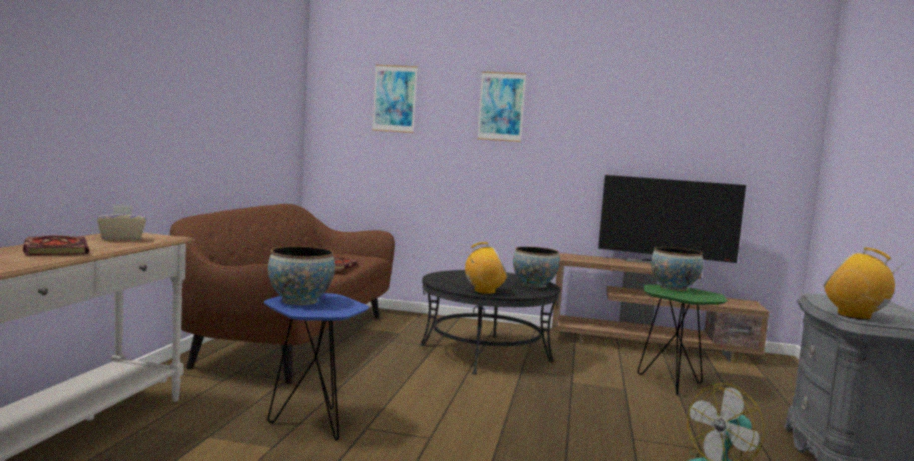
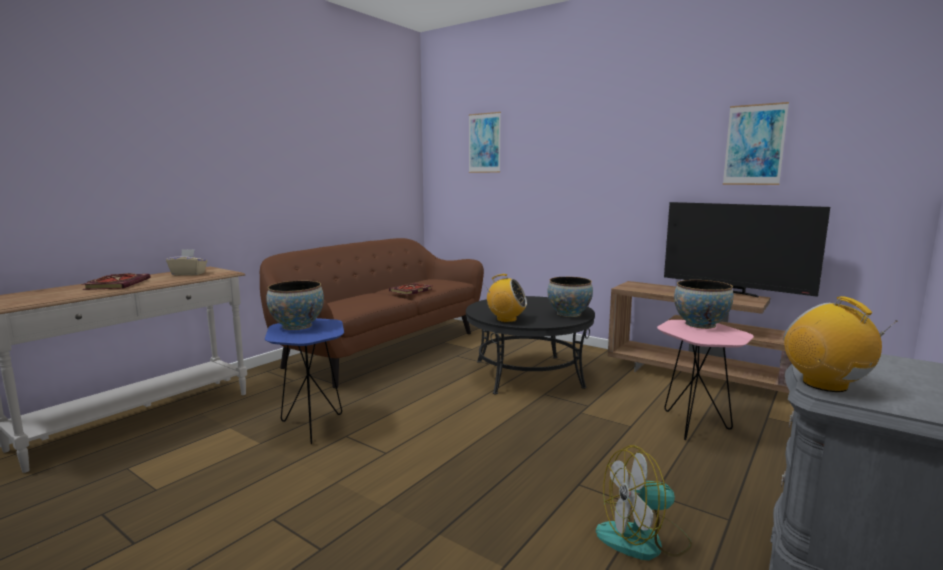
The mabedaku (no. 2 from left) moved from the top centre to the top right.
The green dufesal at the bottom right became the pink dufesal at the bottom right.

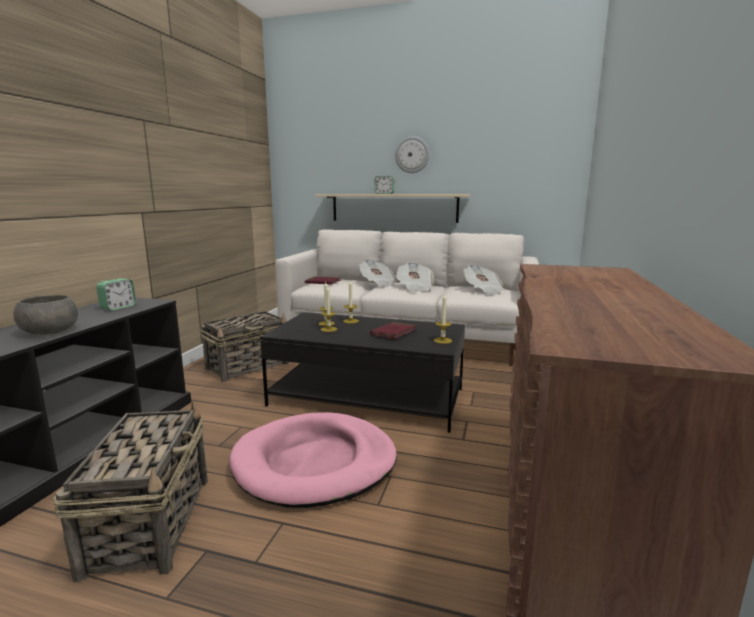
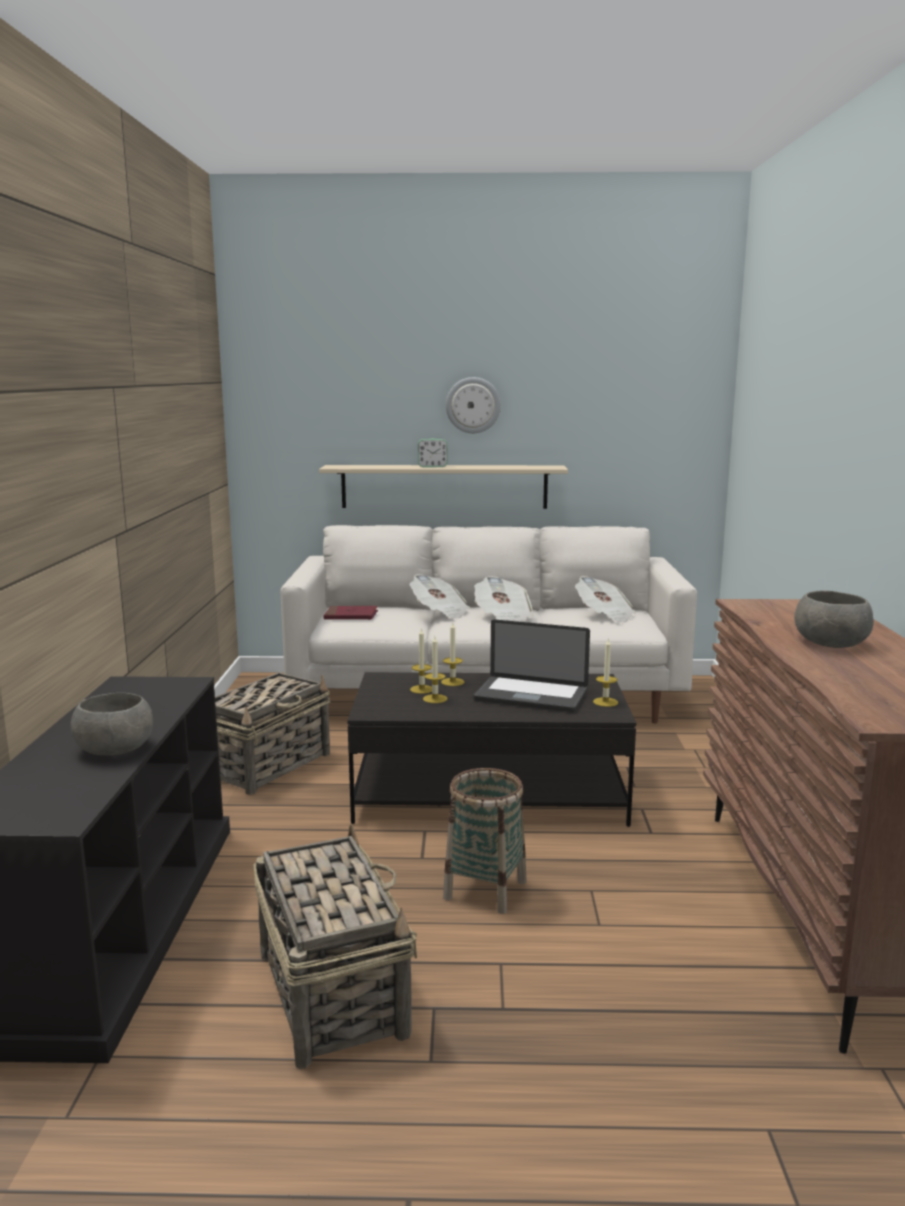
The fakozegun (no. 1 from left) at the middle left disappeared.
The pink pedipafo at the bottom centre was replaced by the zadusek (no. 3 from left) at the bottom centre.
The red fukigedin (no. 2 from left) at the centre was replaced by the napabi at the centre.
The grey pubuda (no. 2 from left) at the middle right appeared.

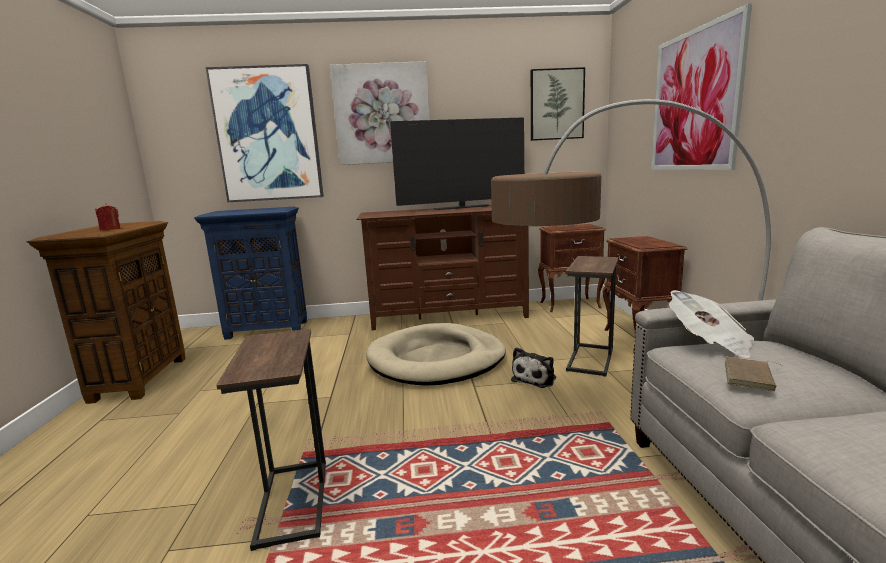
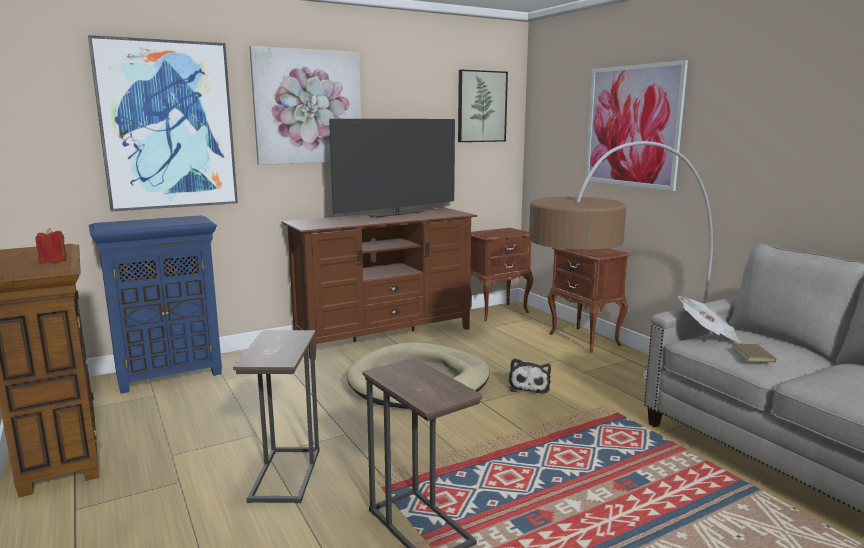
The brown dufesal (no. 2 from left in the first image) moved from the middle right to the bottom left.

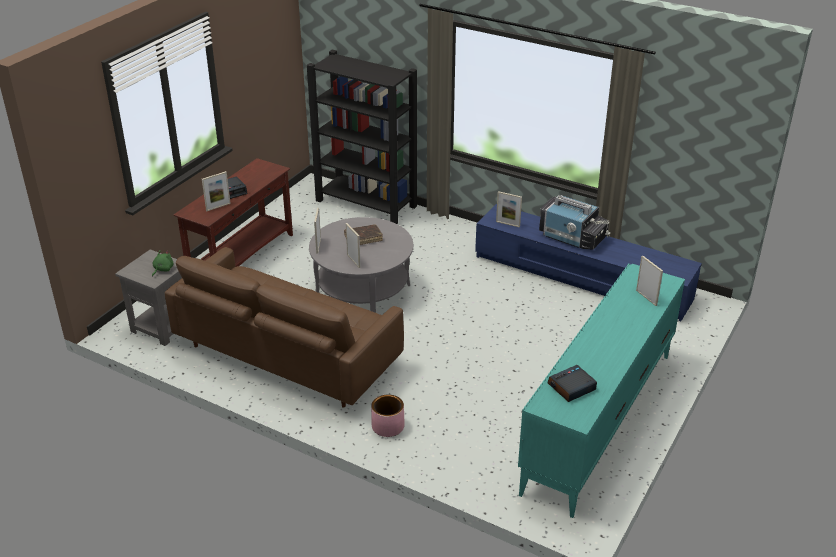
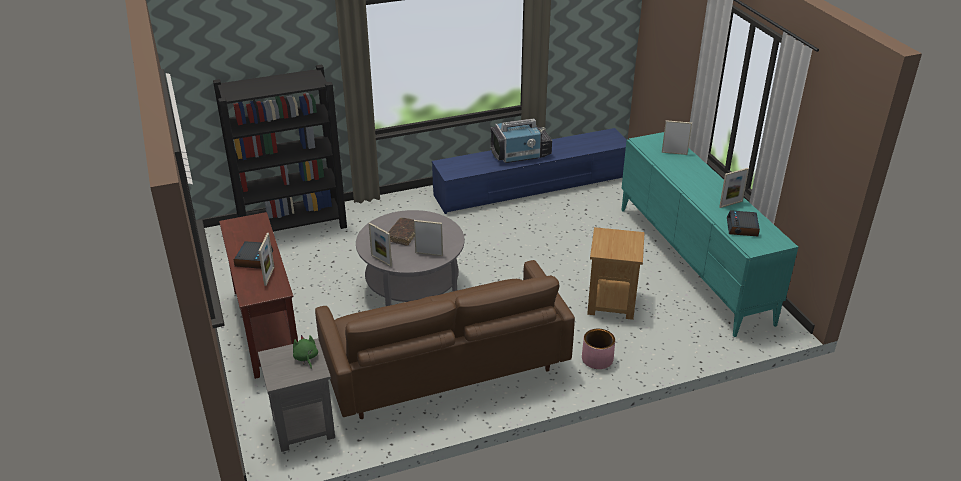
The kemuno (no. 4 from left in the first image) moved from the centre to the middle right.
The brown dufesal at the centre appeared.

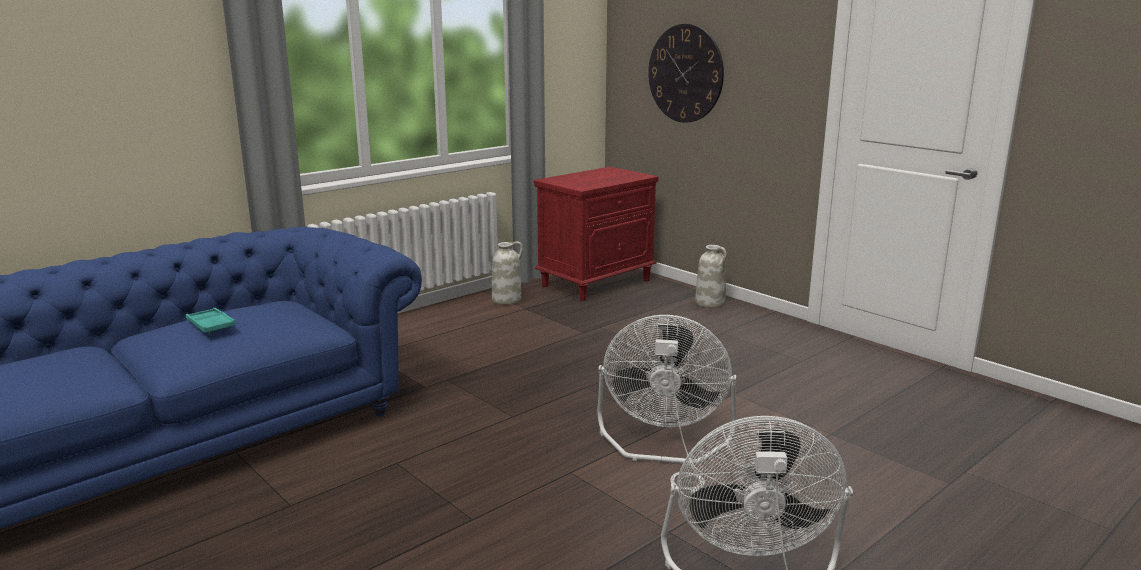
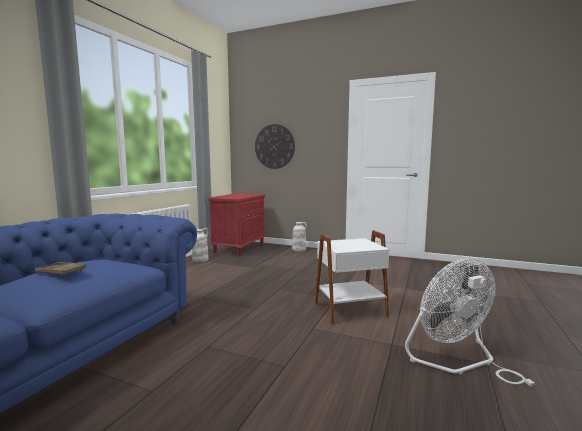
The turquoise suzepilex at the middle left became the brown suzepilex at the middle left.
The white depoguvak (no. 1 from left) at the bottom centre was replaced by the white dufesal at the centre.

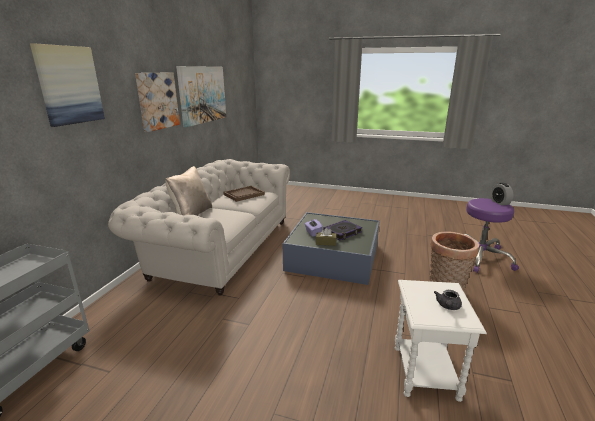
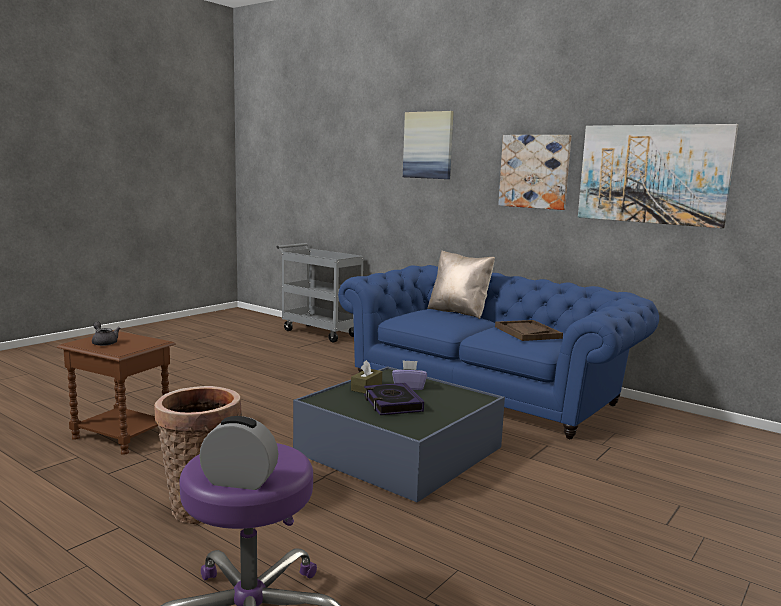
The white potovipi at the centre became the blue potovipi at the centre.
The white dufesal at the bottom right became the brown dufesal at the middle left.

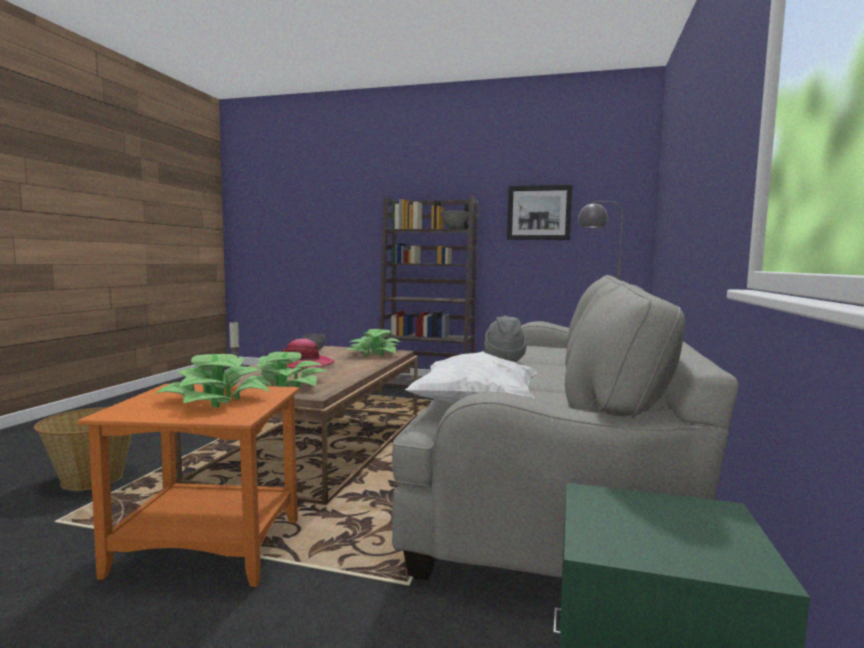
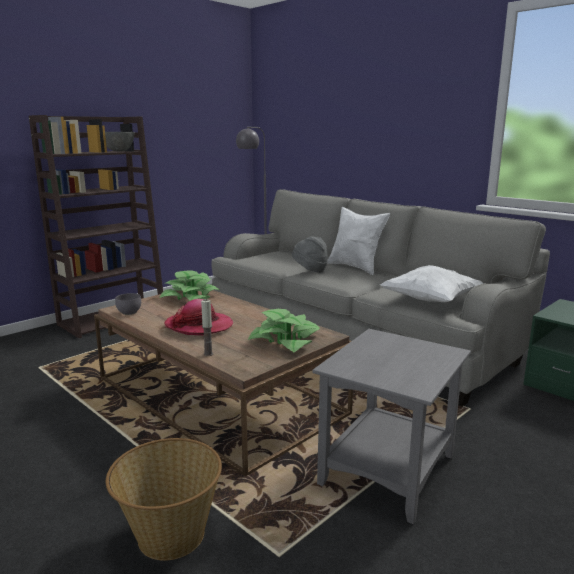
The orange dufesal at the bottom left became the grey dufesal at the bottom right.
The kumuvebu (no. 1 from left) at the middle left disappeared.
The mabedaku at the top centre disappeared.
The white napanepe (no. 1 from left) at the centre appeared.

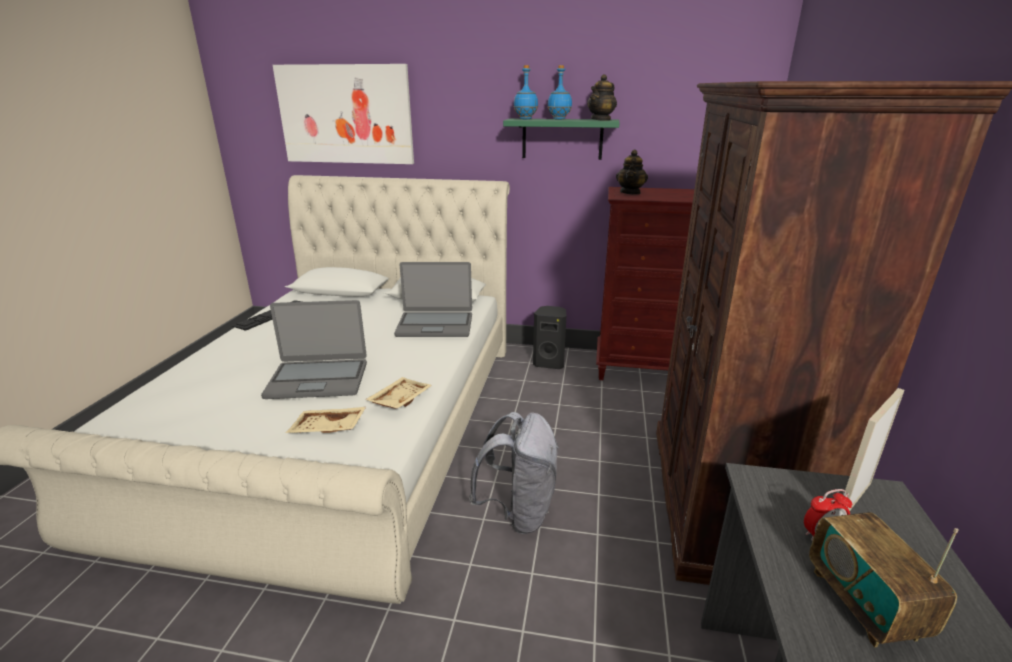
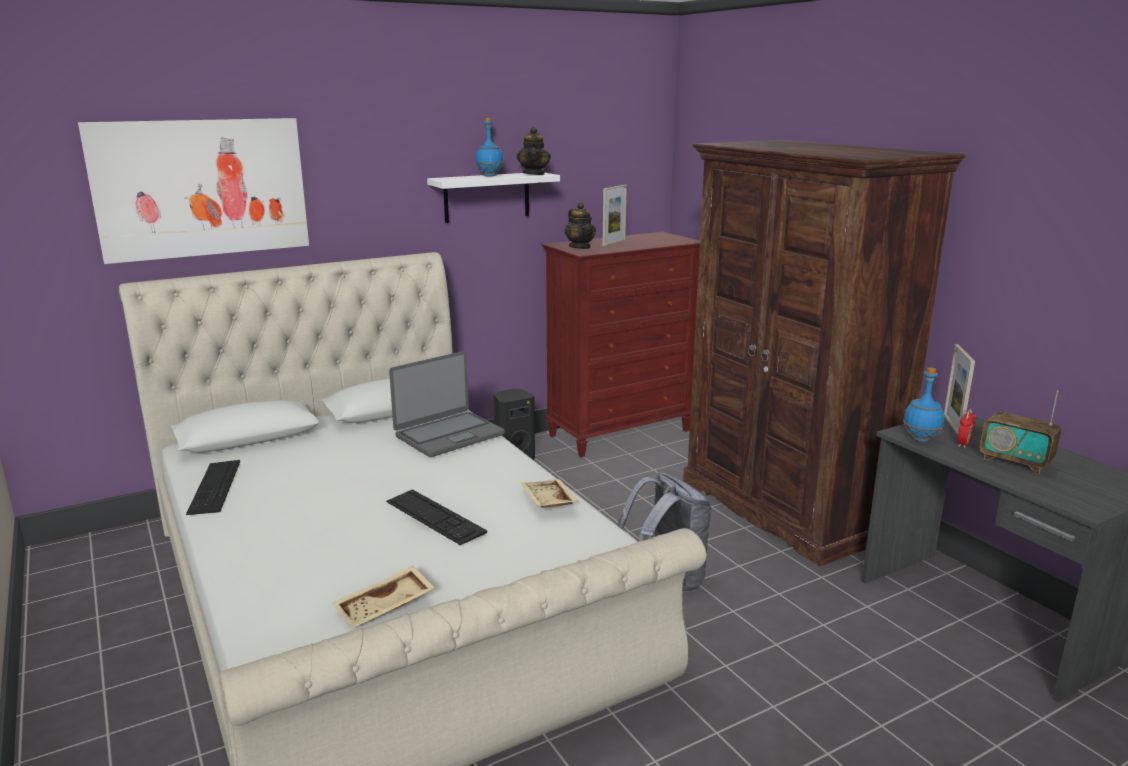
The napabi (no. 1 from left) at the middle left was replaced by the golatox (no. 2 from left) at the bottom centre.
The beige suzepilex (no. 1 from left) moved from the middle left to the bottom centre.
The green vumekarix at the top centre became the white vumekarix at the top centre.
The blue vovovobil (no. 1 from left in the first image) moved from the top centre to the middle right.
The kemuno (no. 1 from left) at the top centre appeared.

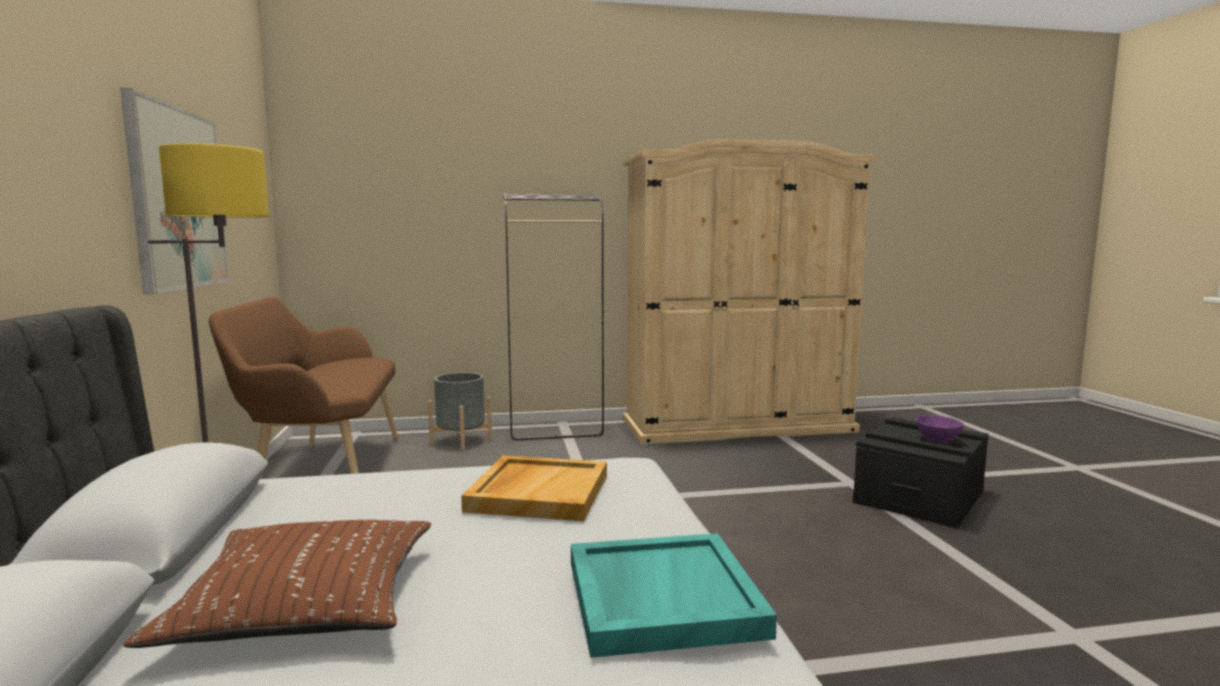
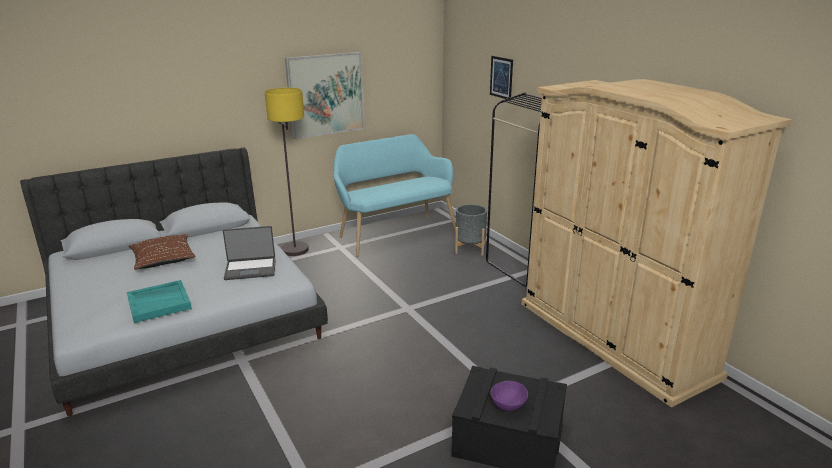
The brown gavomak at the middle left became the turquoise gavomak at the centre.
The beige suzepilex at the bottom centre was replaced by the napabi at the middle left.
The mabedaku (no. 2 from left) at the top centre appeared.

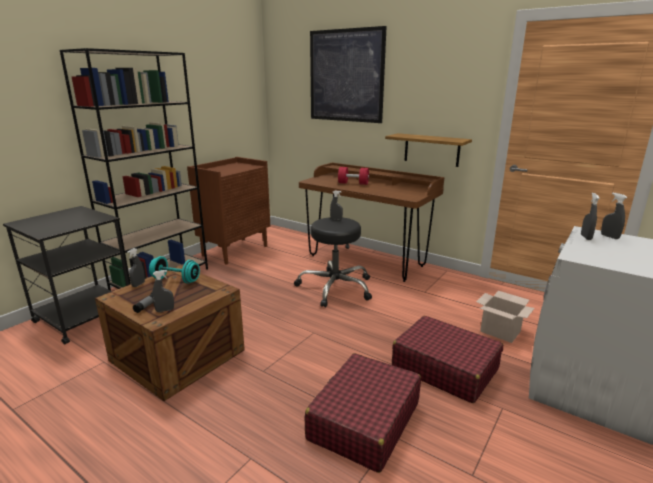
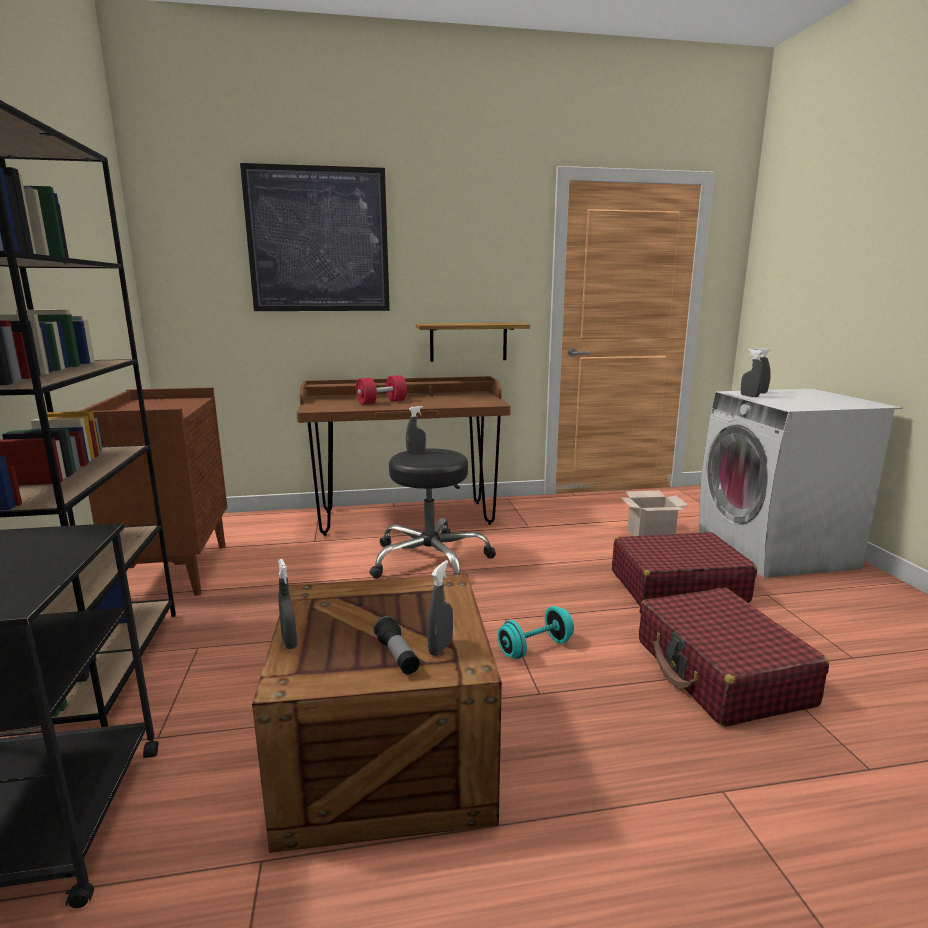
The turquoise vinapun moved from the middle left to the bottom centre.

